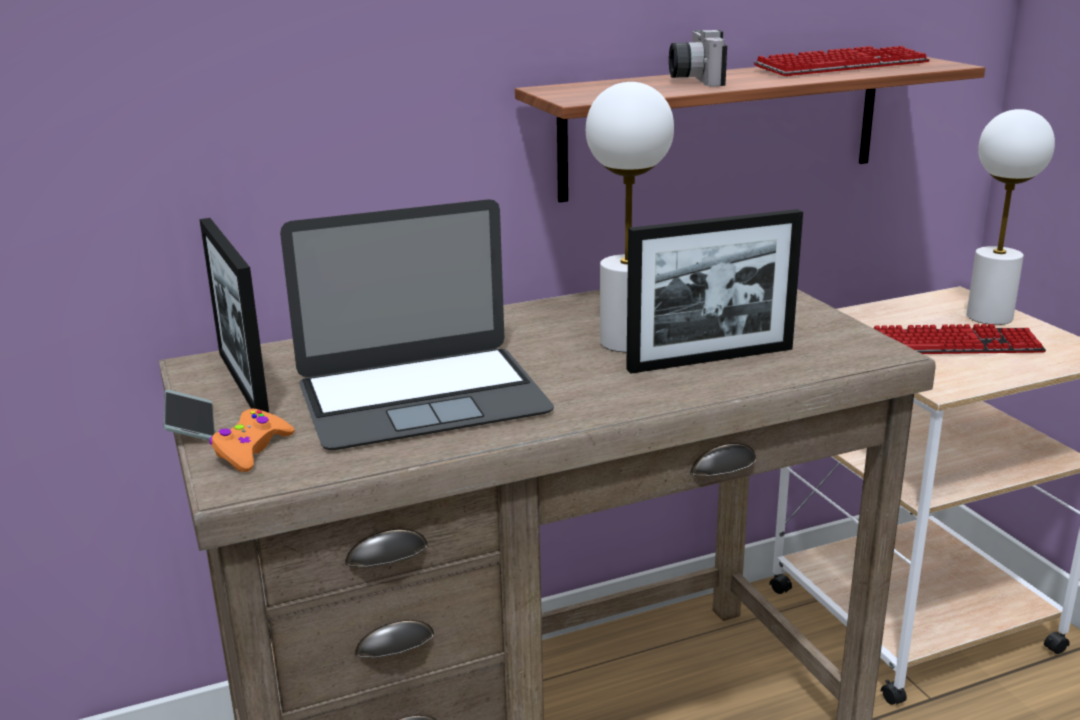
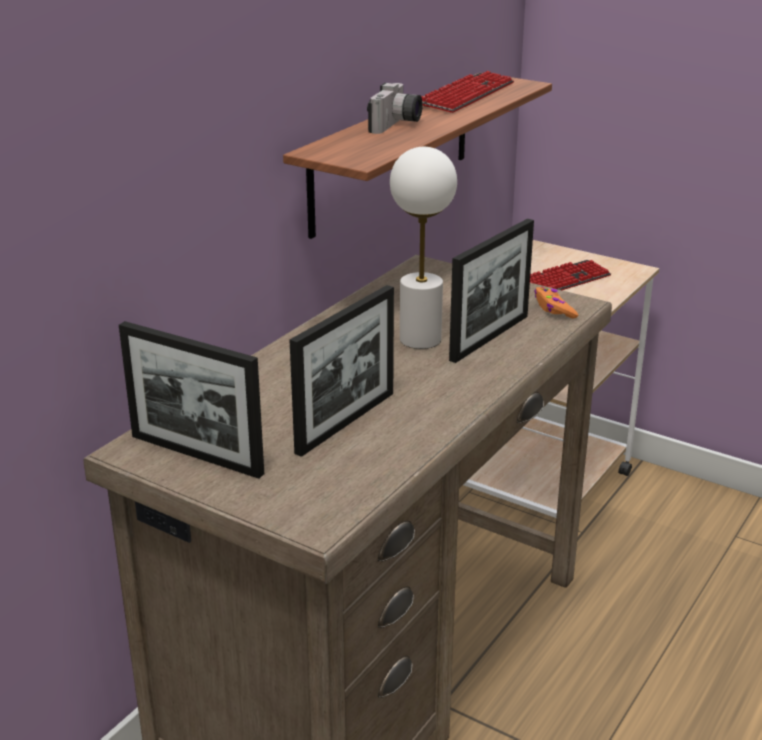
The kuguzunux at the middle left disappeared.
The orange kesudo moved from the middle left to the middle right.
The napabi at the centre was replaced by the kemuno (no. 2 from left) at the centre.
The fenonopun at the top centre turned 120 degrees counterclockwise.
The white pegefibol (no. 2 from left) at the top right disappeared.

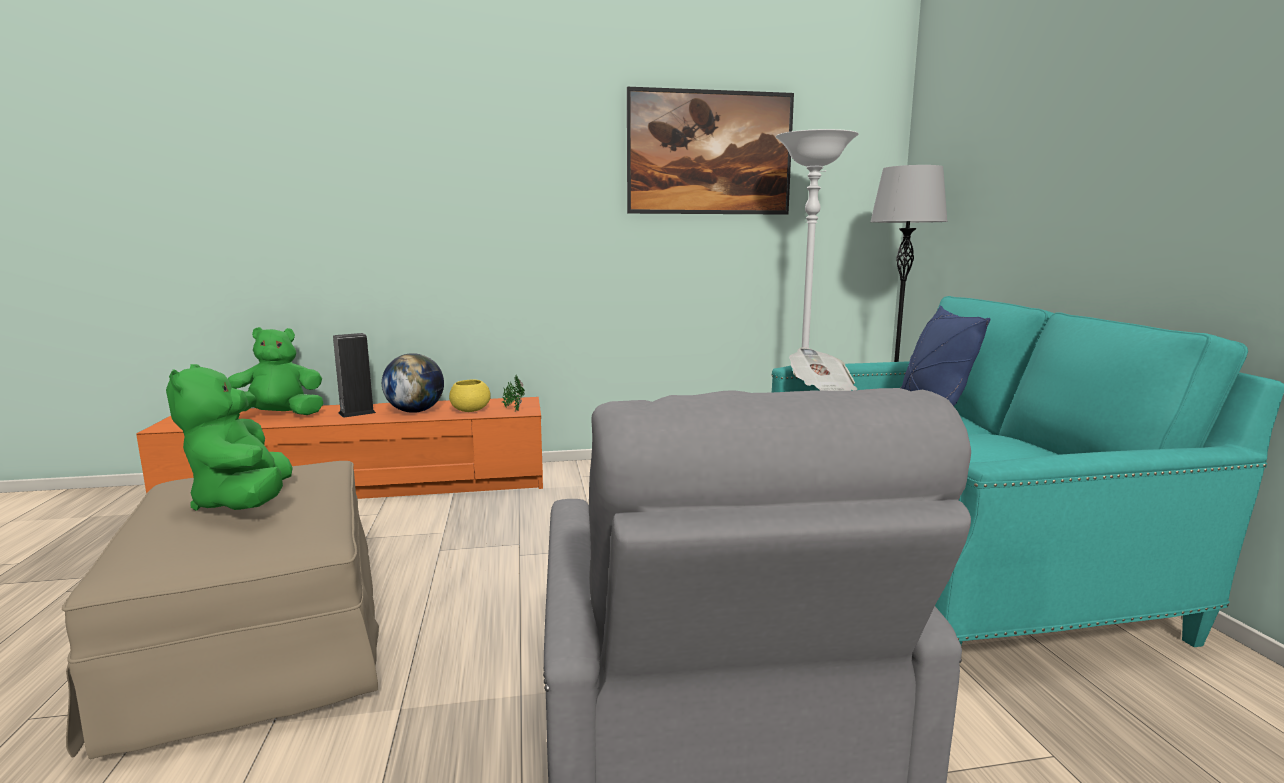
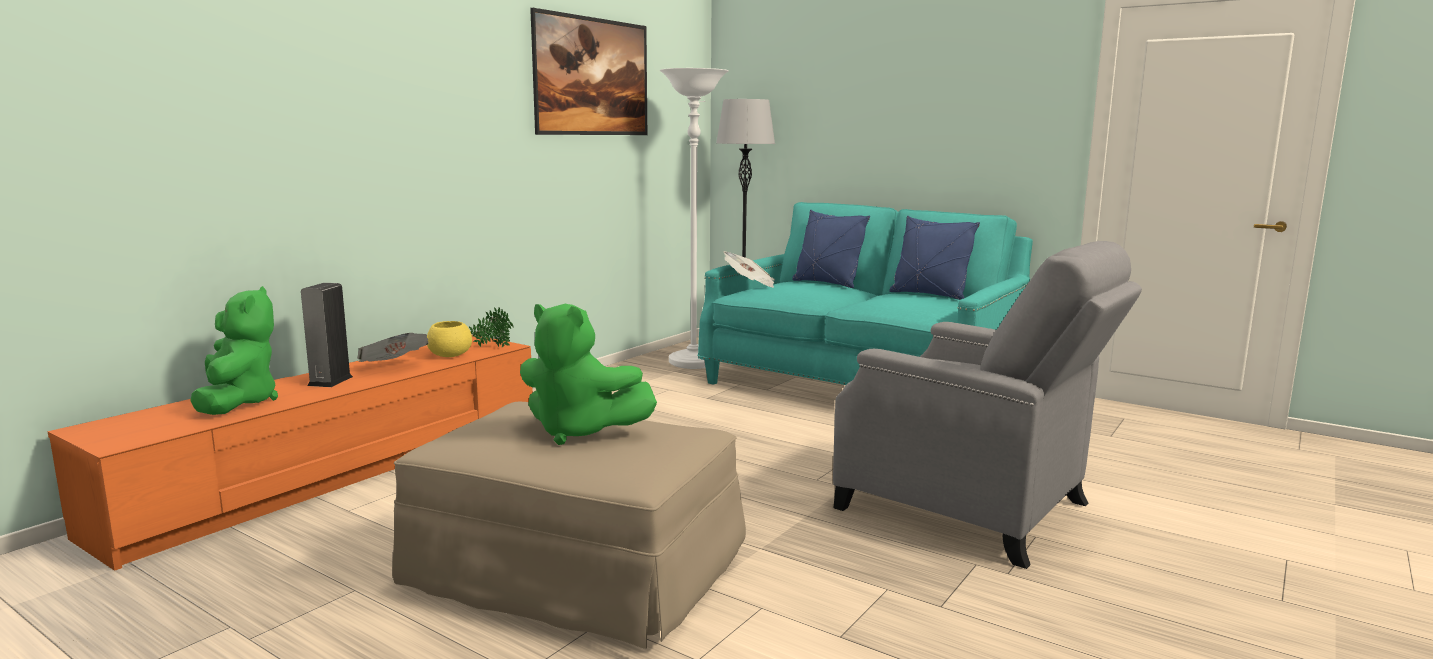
The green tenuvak (no. 2 from left in the first image) at the middle left turned 135 degrees clockwise.
The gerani at the middle left was replaced by the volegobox (no. 1 from left) at the middle left.
The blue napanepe (no. 2 from left) at the centre appeared.

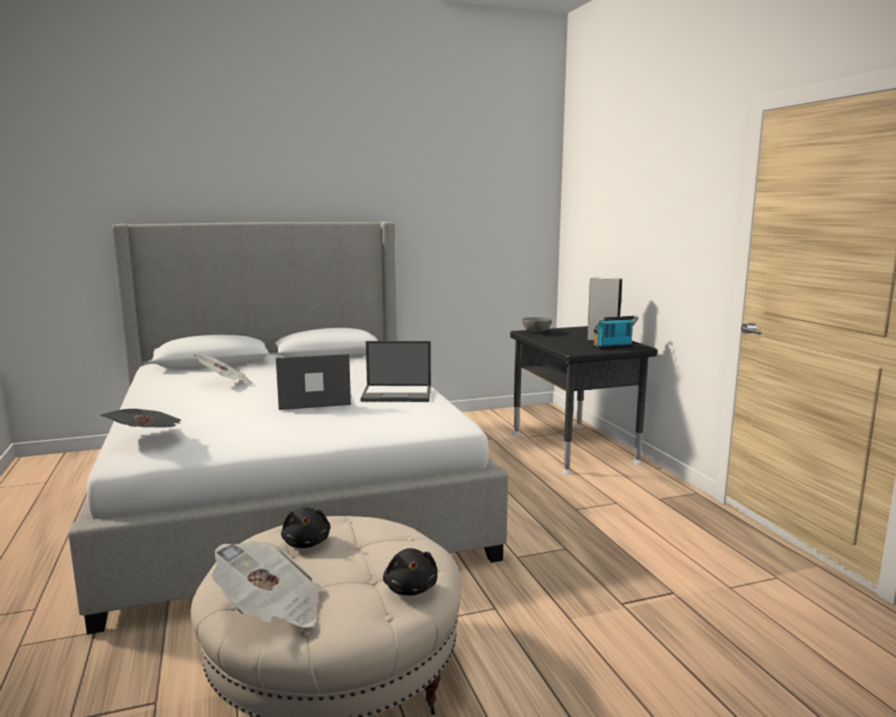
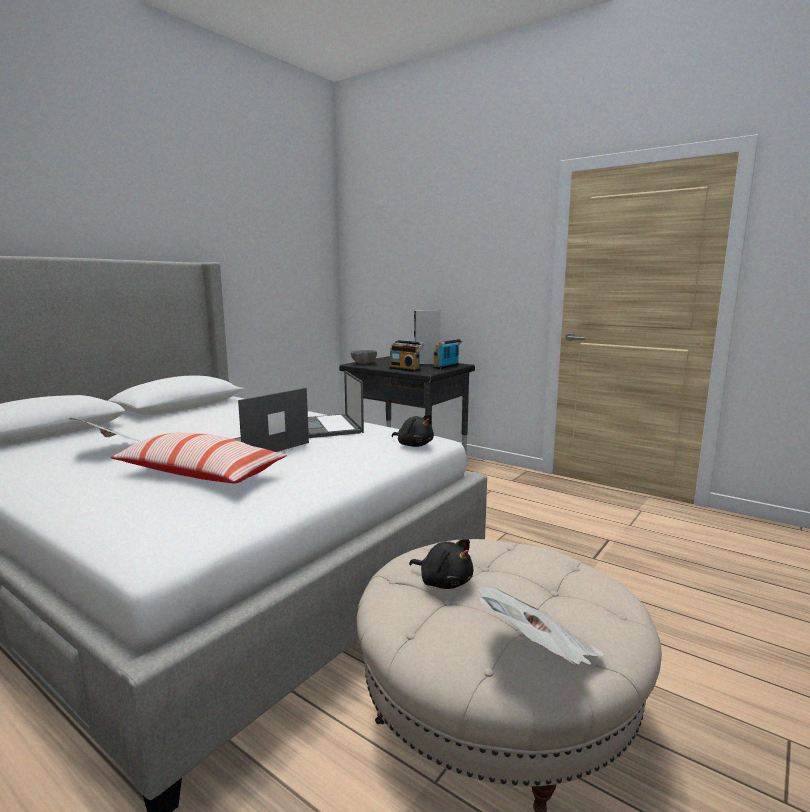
The volegobox (no. 1 from left) at the middle left disappeared.
The napabi (no. 2 from left) at the centre turned 105 degrees clockwise.
The black tenuvak (no. 2 from left in the first image) moved from the bottom centre to the centre.
The napanepe at the middle left appeared.
The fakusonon (no. 1 from left) at the centre appeared.

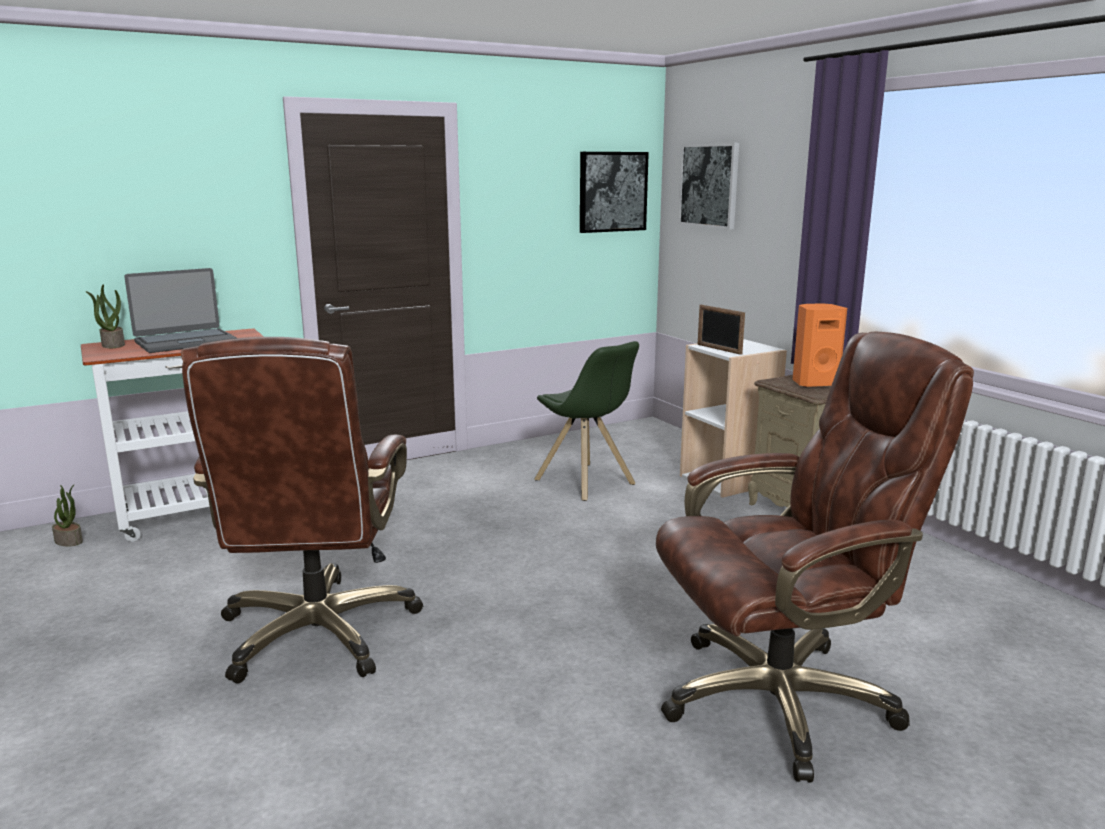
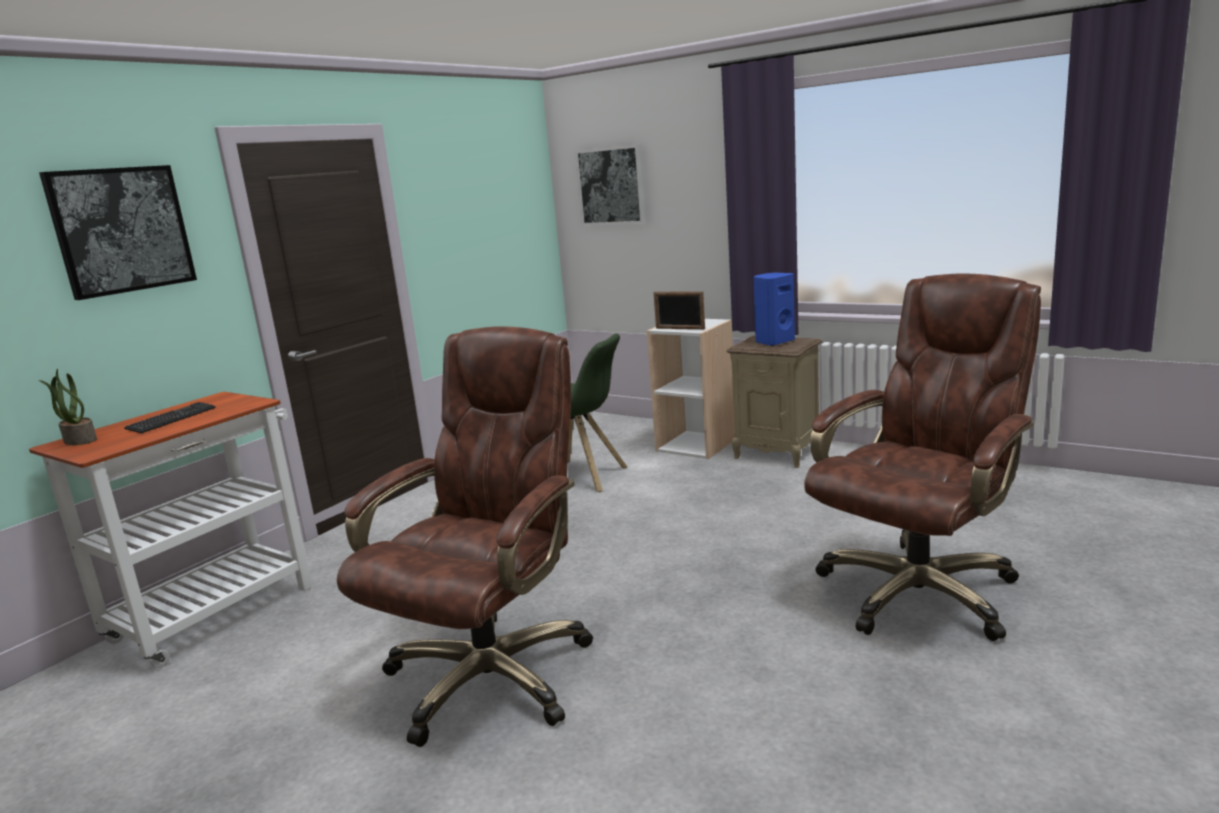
The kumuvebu (no. 1 from left) at the middle left disappeared.
The napabi at the middle left was replaced by the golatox at the middle left.
The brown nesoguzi (no. 1 from left) at the middle left turned 120 degrees counterclockwise.
The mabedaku (no. 1 from left) moved from the top centre to the top left.
The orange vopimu at the middle right became the blue vopimu at the centre.

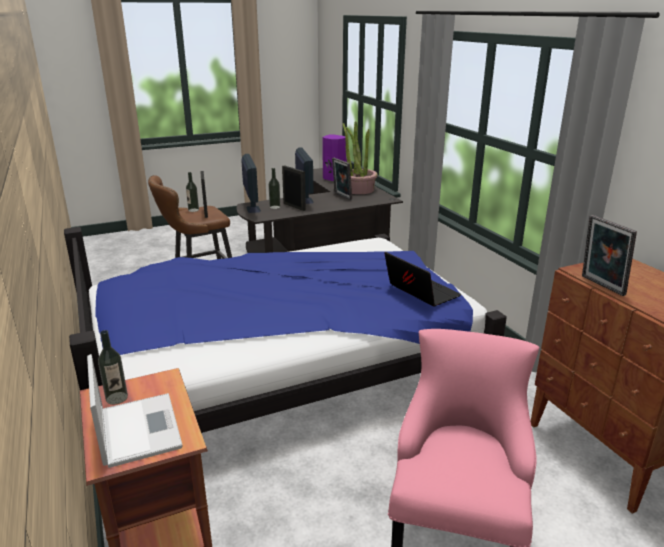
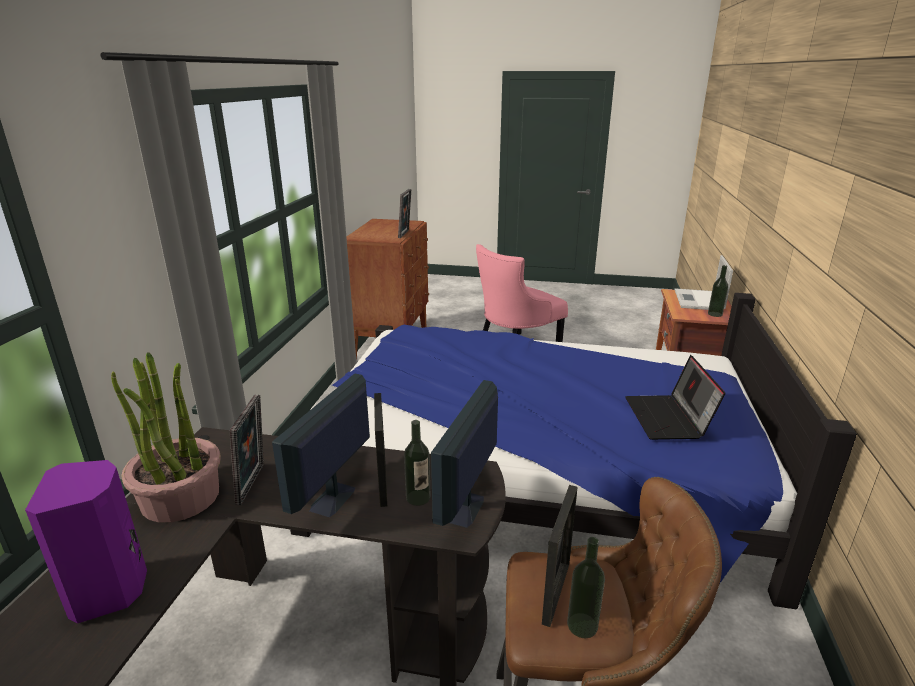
The napabi (no. 2 from left in the first image) moved from the centre to the middle right.

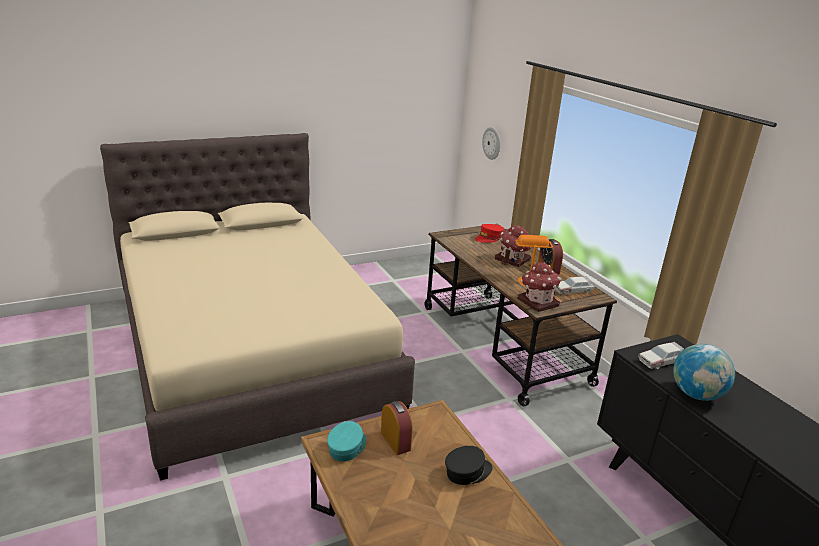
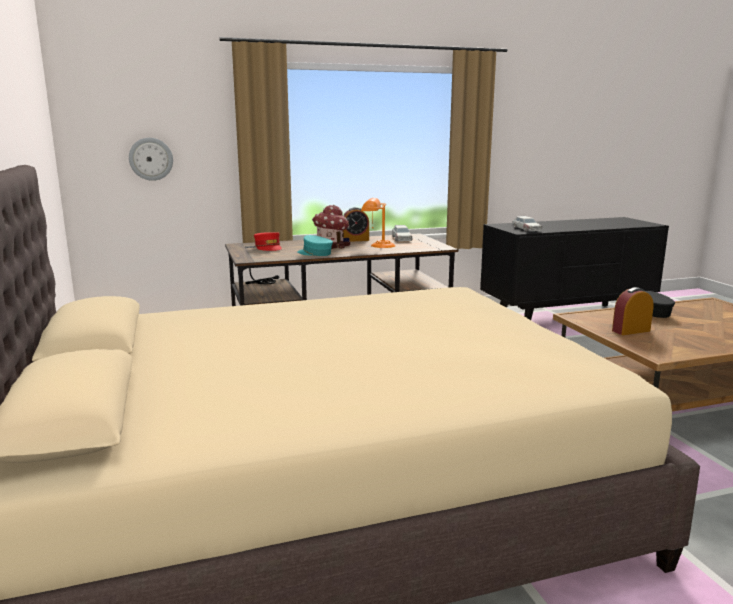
The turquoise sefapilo moved from the bottom centre to the centre.
The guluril (no. 2 from left) at the centre disappeared.
The gerani at the bottom right disappeared.

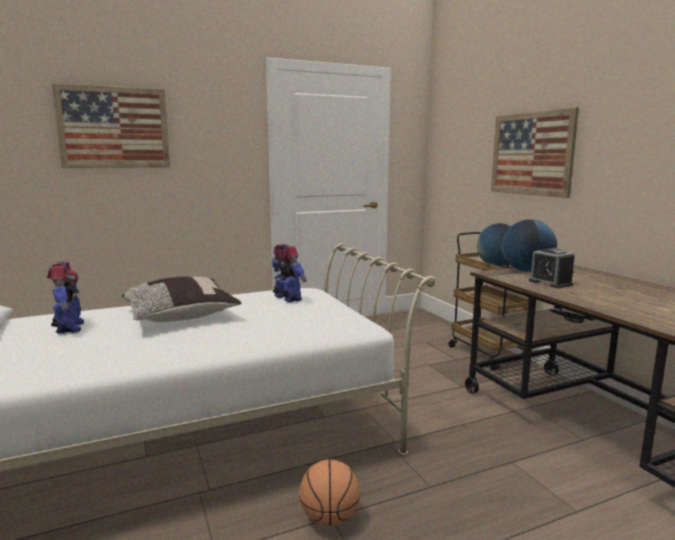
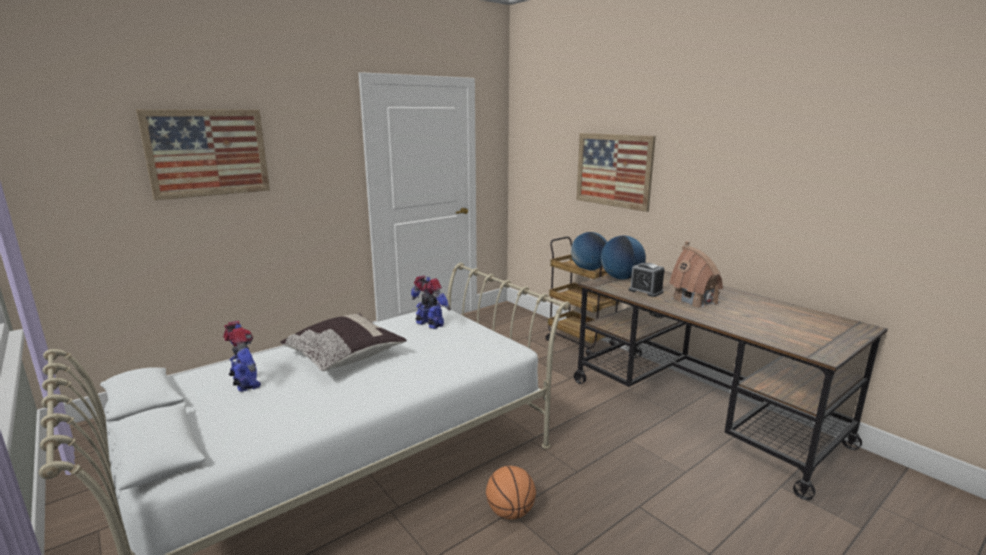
The guluril at the middle right appeared.

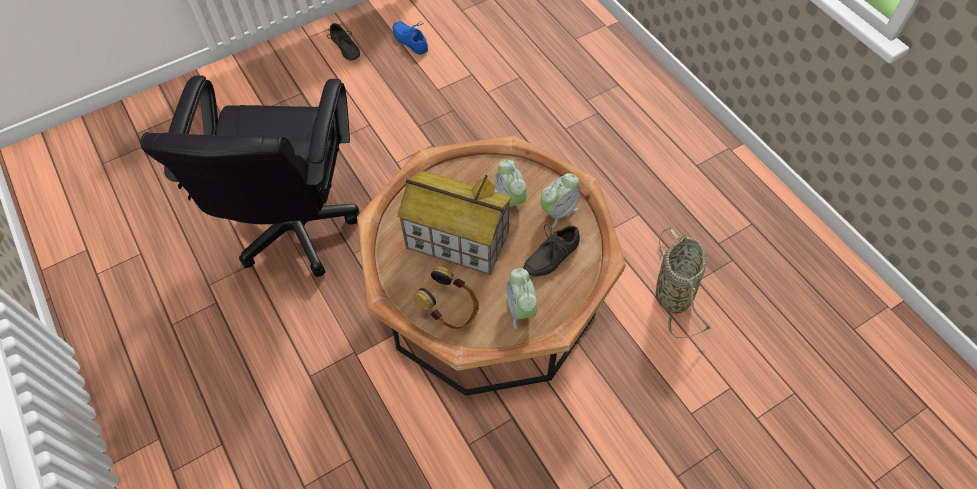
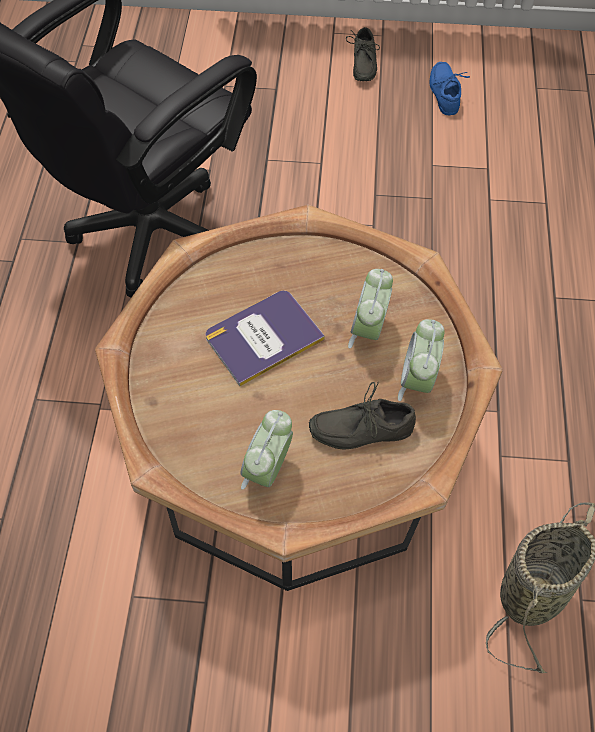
The guluril at the centre was replaced by the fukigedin at the centre.
The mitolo at the centre disappeared.
The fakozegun (no. 3 from left) at the centre turned 105 degrees clockwise.

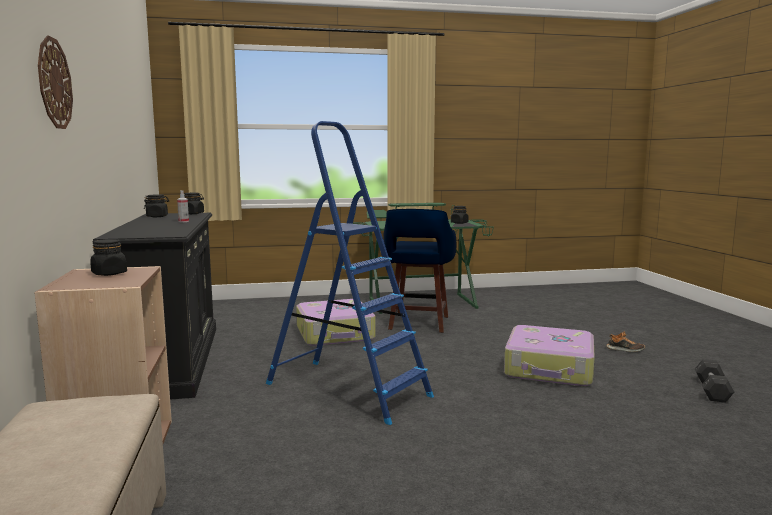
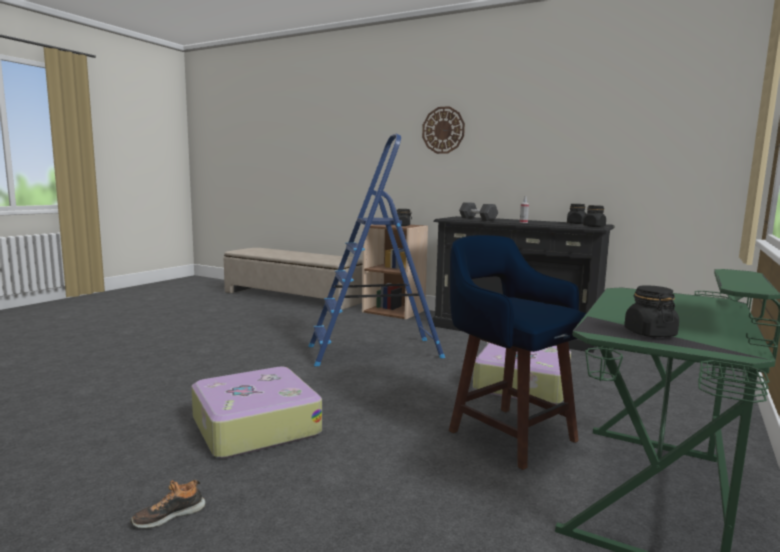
The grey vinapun moved from the bottom right to the centre.

